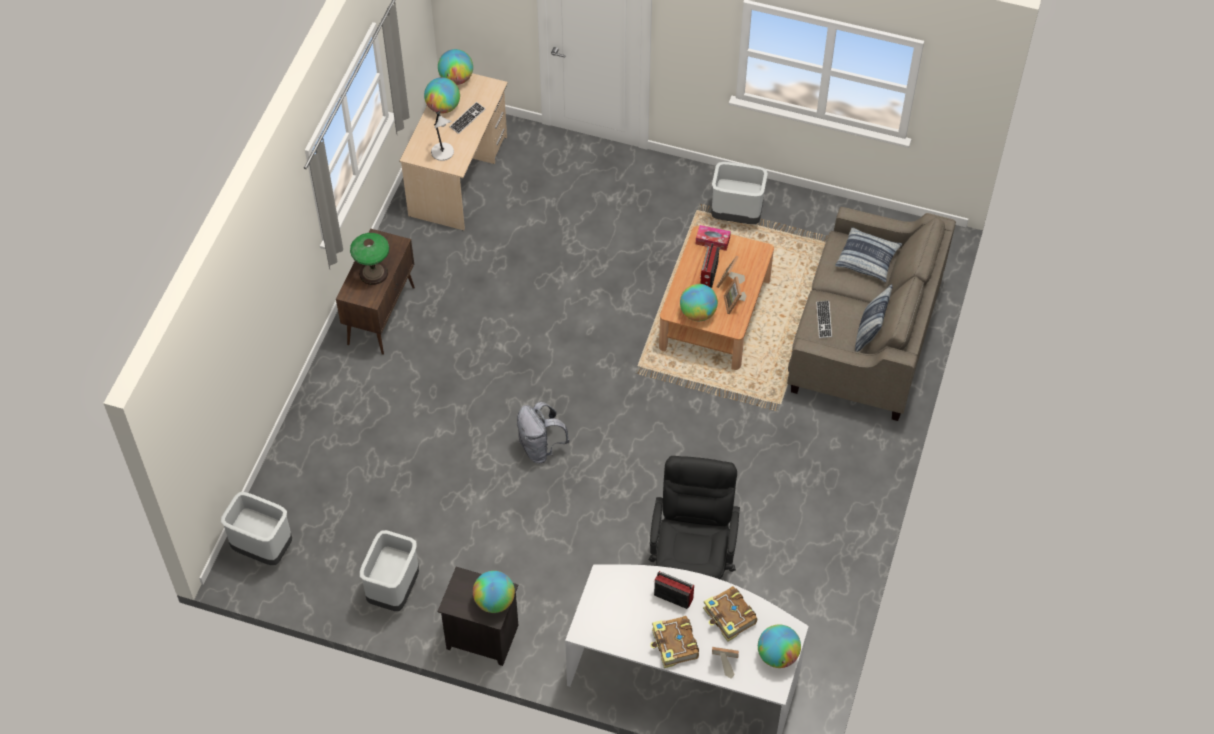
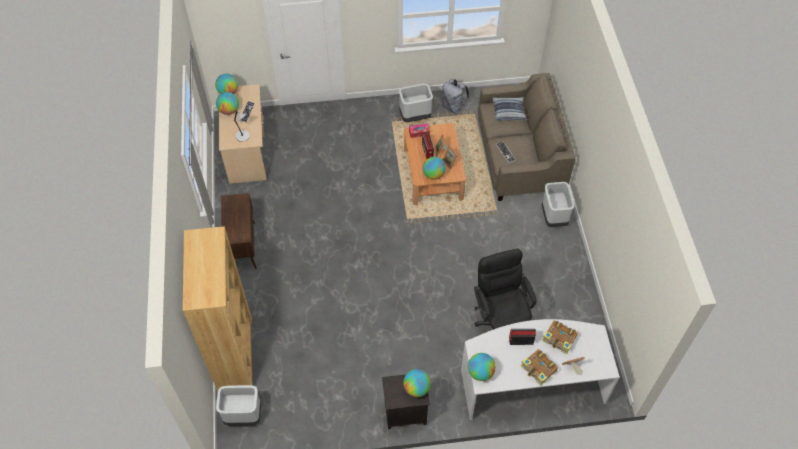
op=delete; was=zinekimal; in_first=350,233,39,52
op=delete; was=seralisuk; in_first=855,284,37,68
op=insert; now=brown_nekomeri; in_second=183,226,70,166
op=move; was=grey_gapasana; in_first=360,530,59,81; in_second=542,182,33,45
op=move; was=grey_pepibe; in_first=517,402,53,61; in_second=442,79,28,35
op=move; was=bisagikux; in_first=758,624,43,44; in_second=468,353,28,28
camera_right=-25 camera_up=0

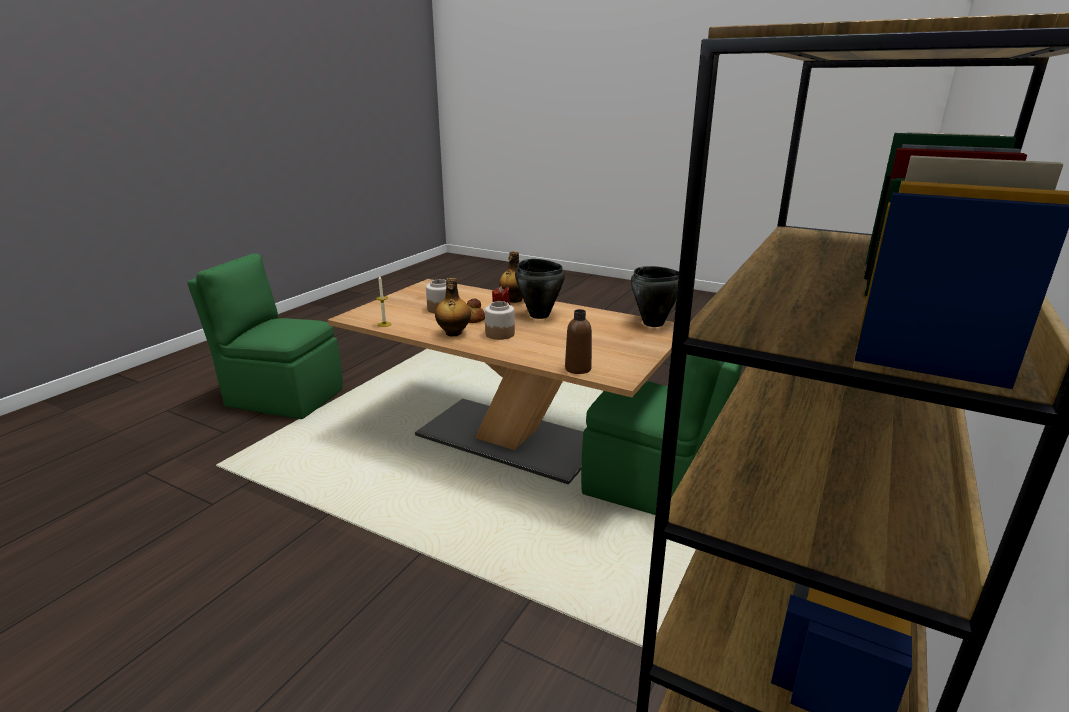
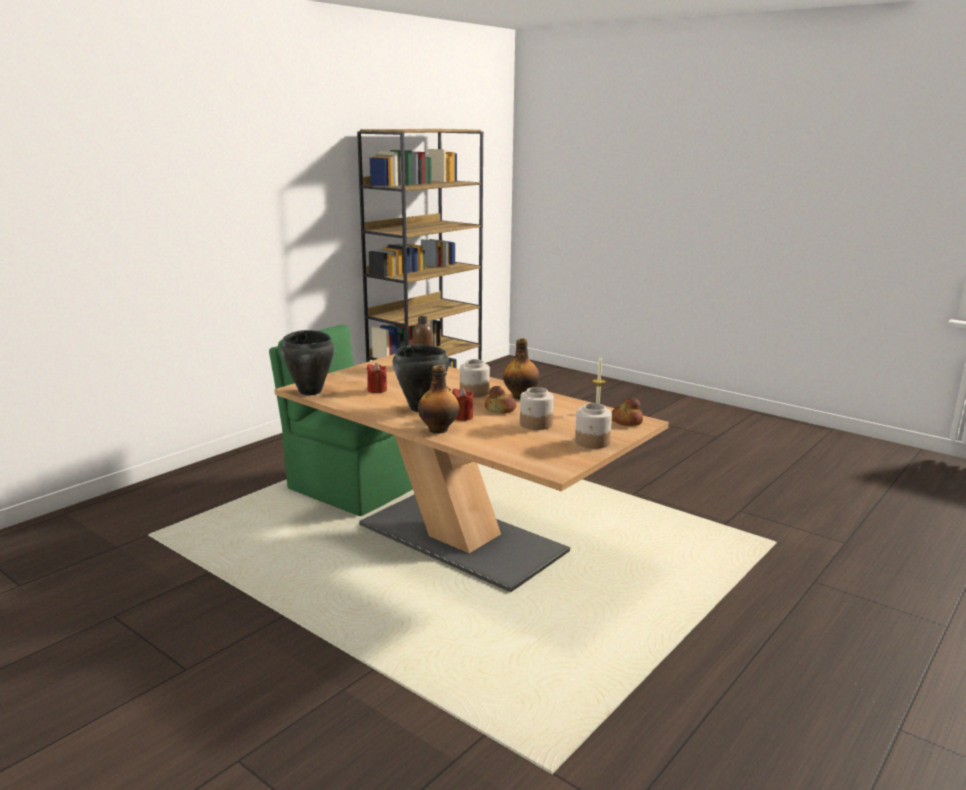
op=delete; was=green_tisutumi; in_first=187,253,156,166
op=insert; now=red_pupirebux; in_second=367,363,20,30
op=insert; now=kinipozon; in_second=575,403,37,46
op=insert; now=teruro; in_second=611,398,32,28
camera_right=-170 camera_up=-5

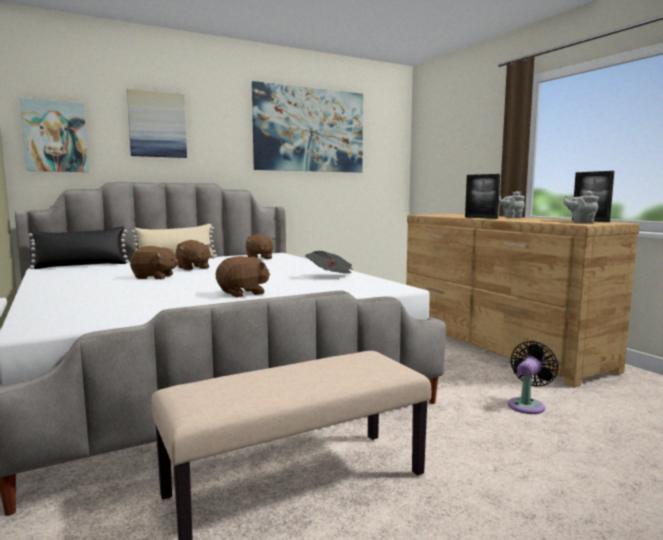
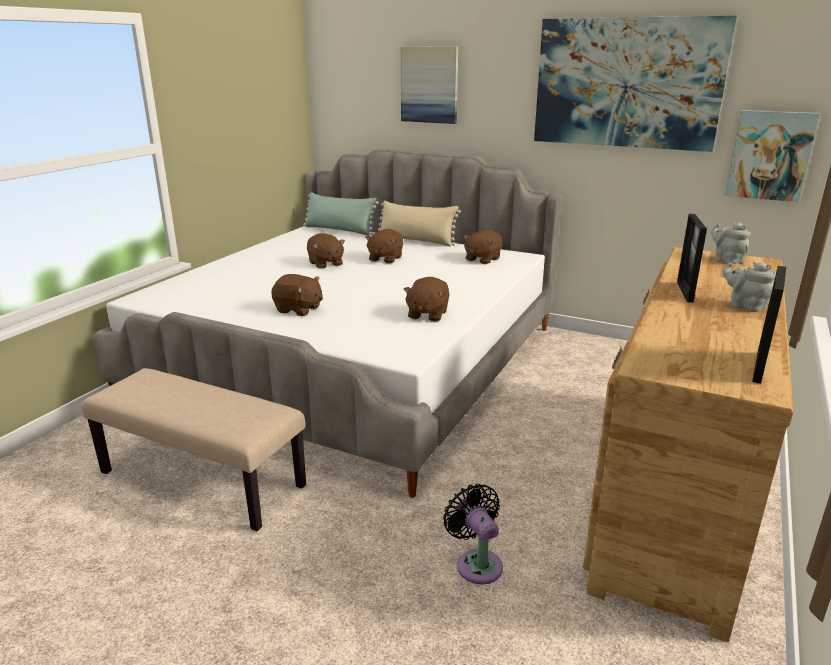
op=move; was=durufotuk; in_first=20,98,69,74; in_second=725,110,95,92
op=move; was=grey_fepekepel; in_first=563,190,36,33; in_second=711,223,40,41
op=replace; was=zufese; now=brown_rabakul; in_first=305,251,47,23; in_second=403,277,47,45
op=recolor; was=black_seralisuk; now=green_seralisuk; in_first=29,226,100,43; in_second=303,192,76,44
op=rotate; was=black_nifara; in_first=508,341,51,73; in_second=443,484,60,100; clockwise=-120
camera_right=55 camera_up=15

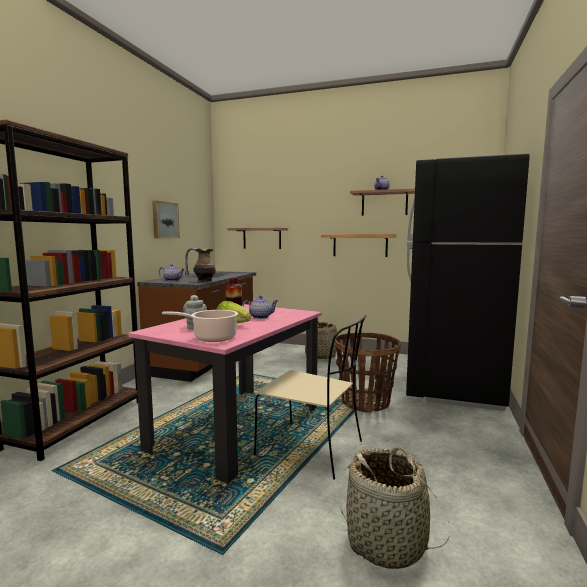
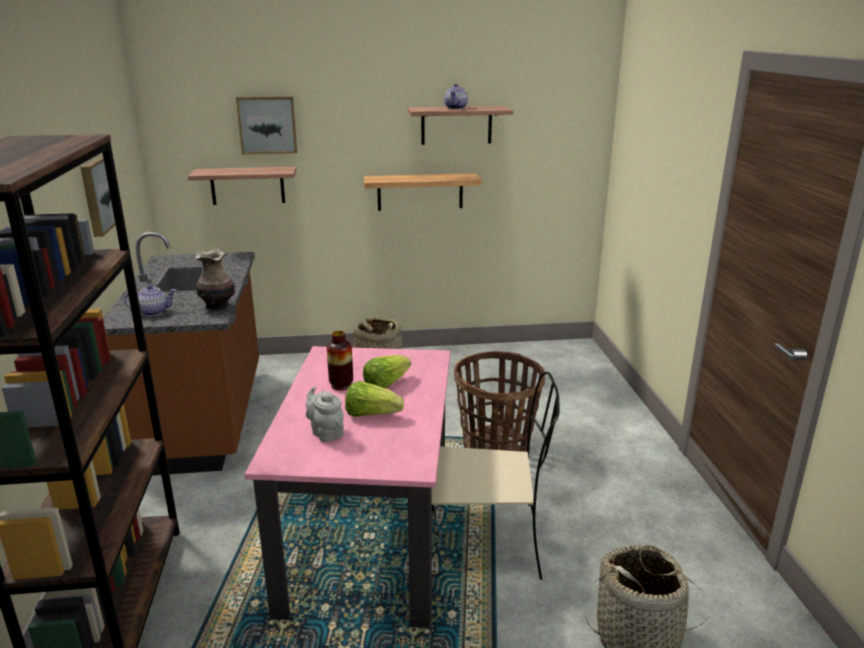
op=delete; was=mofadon; in_first=162,310,76,32
op=delete; was=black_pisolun; in_first=406,154,124,257
op=insert; now=durufotuk; in_second=236,96,61,58
op=replace; was=fepekepel; now=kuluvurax; in_first=242,295,37,24; in_second=363,355,48,33
camera_right=-25 camera_up=15

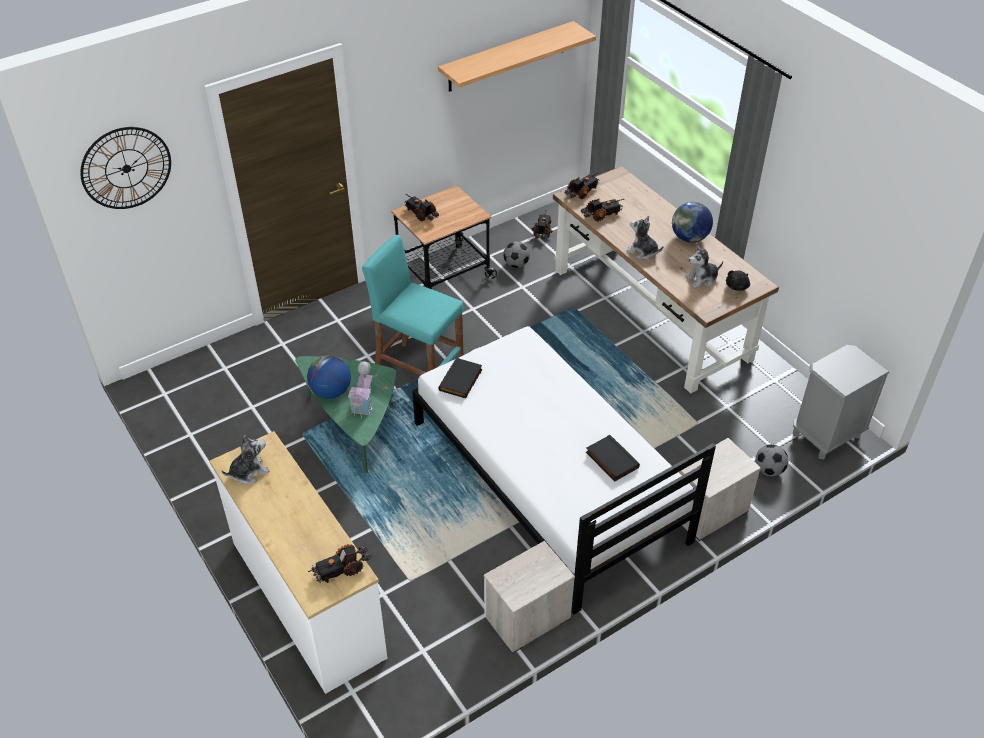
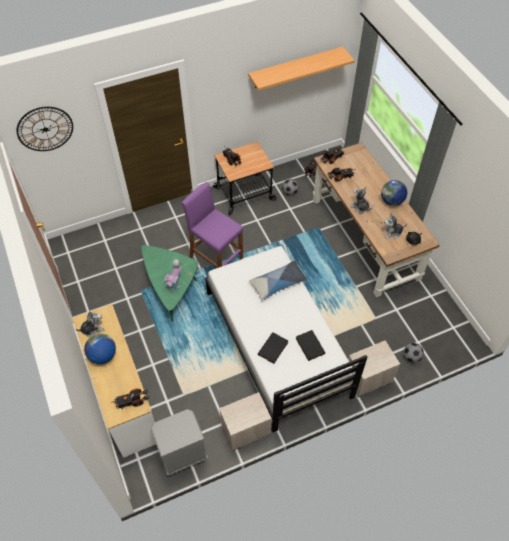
op=insert; now=seralisuk; in_second=249,260,59,41
op=move; was=bisagikux; in_first=307,355,44,44; in_second=84,333,32,31
op=move; was=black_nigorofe; in_first=438,358,44,40; in_second=258,332,30,32
op=move; was=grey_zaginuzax; in_first=793,345,96,114; in_second=151,409,57,67
op=recolor; was=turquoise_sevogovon; now=purple_sevogovon; in_first=362,235,102,141; in_second=182,182,61,86
camera_right=10 camera_up=10

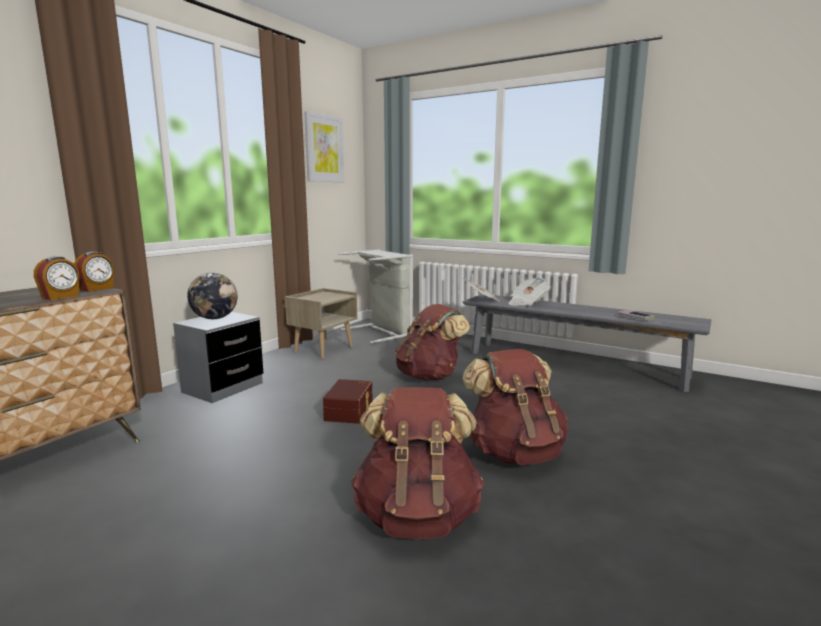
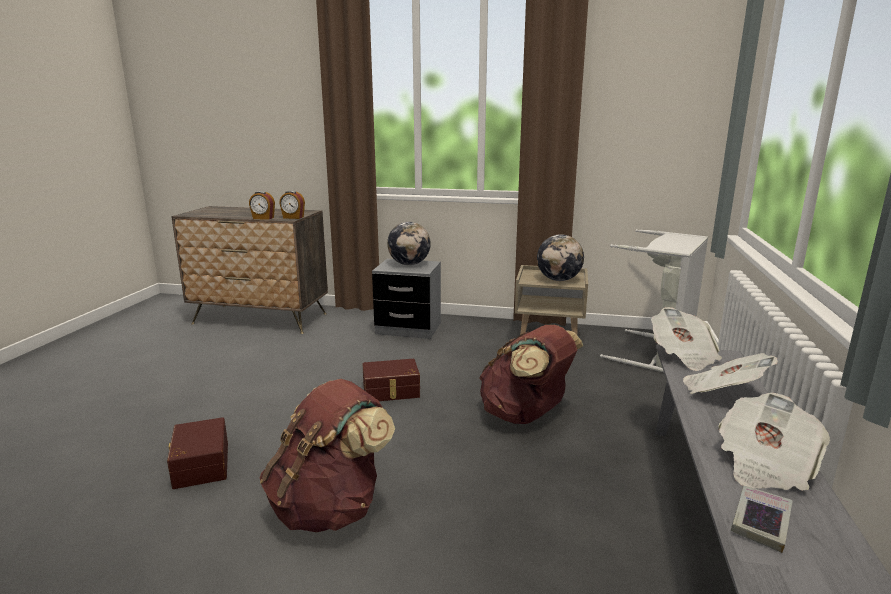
op=delete; was=durufotuk; in_first=304,111,40,71
op=insert; now=bisagikux; in_second=537,234,47,47
op=insert; now=zufese; in_second=718,393,112,98
op=replace; was=brown_pepibe; now=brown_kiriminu; in_first=351,387,133,152; in_second=167,417,61,72
camera_right=70 camera_up=5

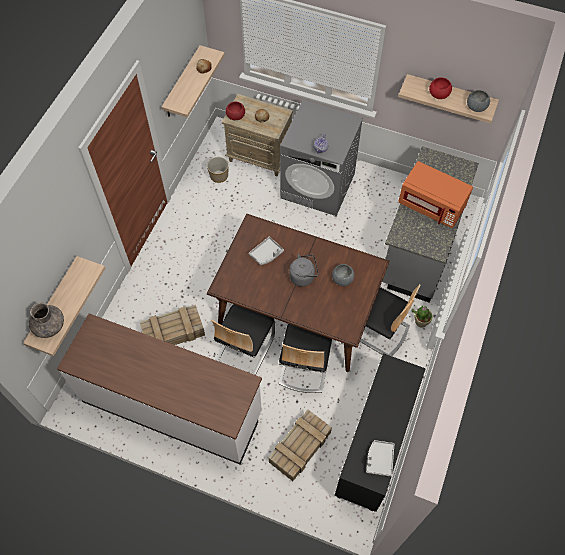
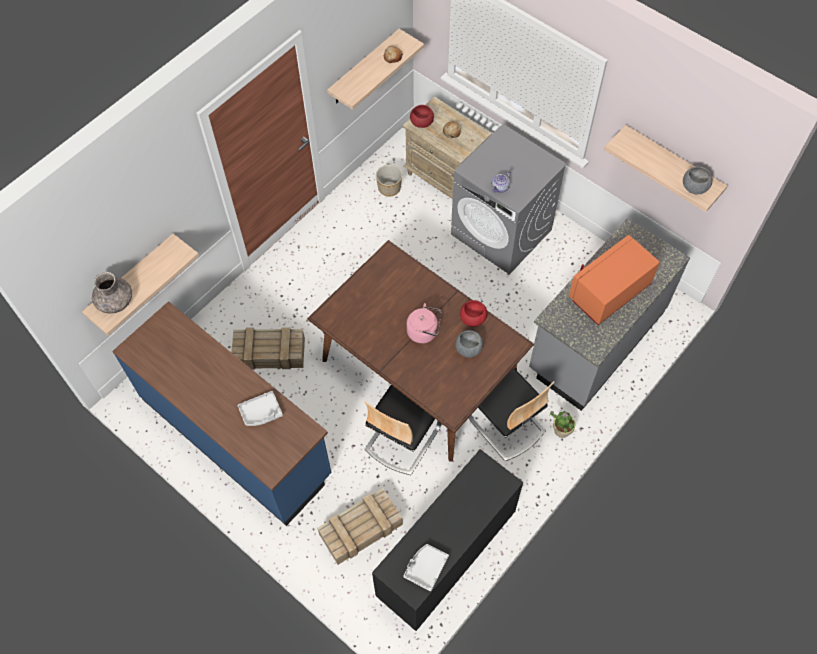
op=delete; was=tisutumi; in_first=211,304,64,71
op=move; was=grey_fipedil; in_first=249,237,35,28; in_second=238,391,45,35
op=move; was=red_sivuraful; in_first=429,77,23,22; in_second=460,300,28,27
op=recolor; was=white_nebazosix; now=blue_nebazosix; in_first=57,313,205,152; in_second=112,301,220,225
op=recolor; was=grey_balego; now=pink_balego; in_first=289,254,30,32; in_second=406,303,35,40
op=rotate; was=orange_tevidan; in_first=398,161,75,67; in_second=569,235,91,90; clockwise=90
camera_right=20 camera_up=0

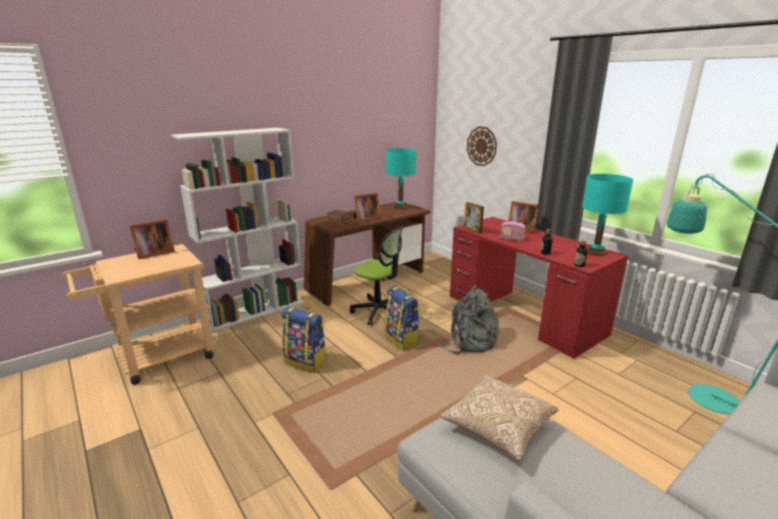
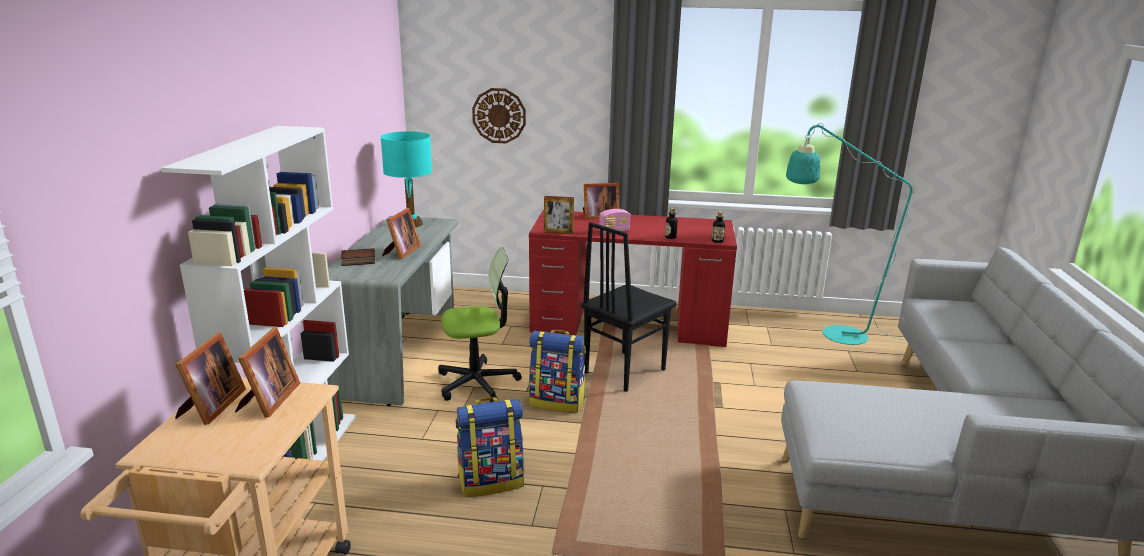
op=delete; was=seralisuk; in_first=439,375,120,86
op=delete; was=turquoise_zinekimal; in_first=582,174,51,82
op=insert; now=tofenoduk; in_second=235,327,65,91
op=replace; was=grey_pepibe; now=black_tisutumi; in_first=437,285,62,69; in_second=581,222,96,170
op=recolor; was=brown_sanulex; now=grey_sanulex; in_first=304,202,126,104; in_second=327,216,131,190
camera_right=-45 camera_up=0

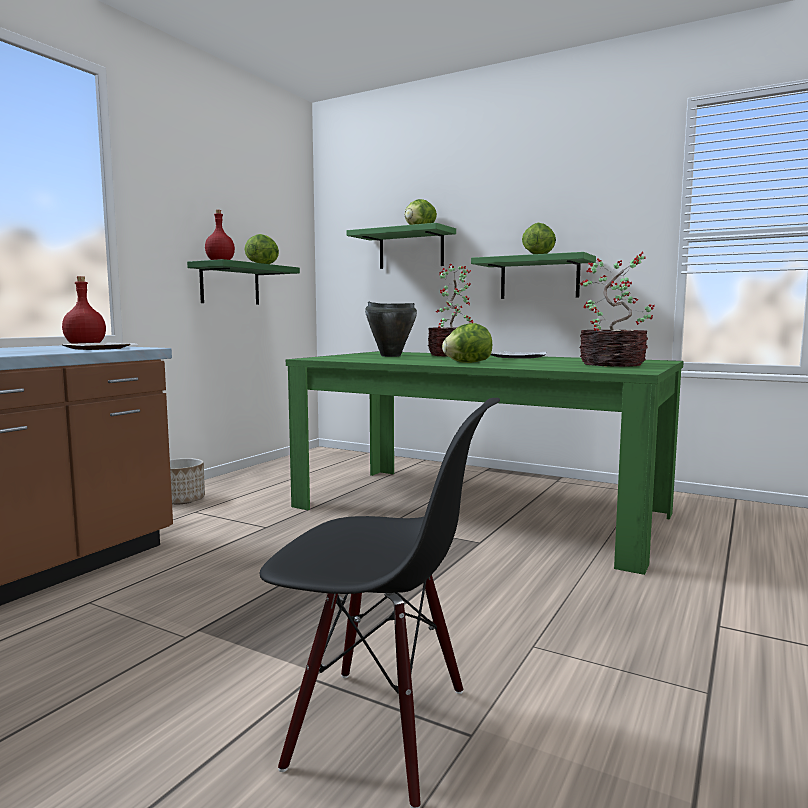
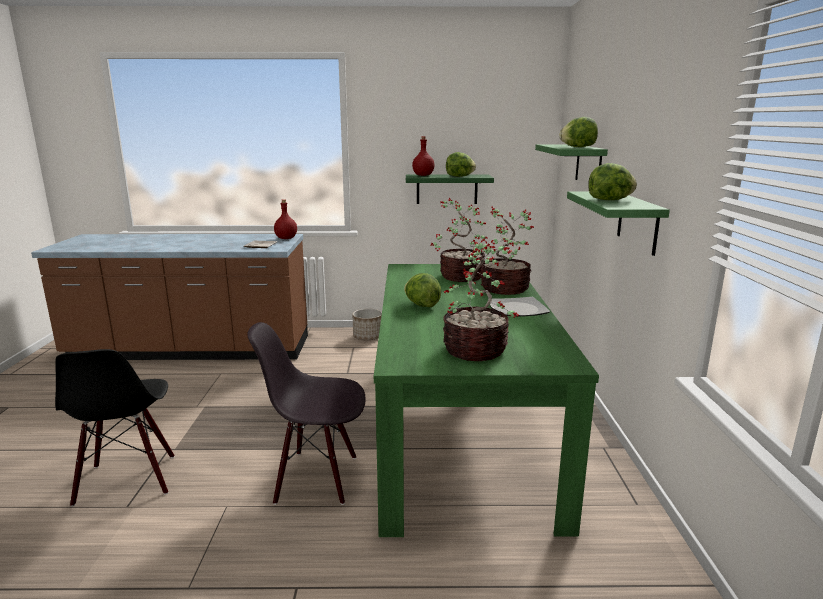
op=insert; now=black_tisutumi; in_second=247,322,118,183
op=replace; was=black_mofadon; now=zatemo; in_first=365,301,52,56; in_second=430,198,58,84
camera_right=60 camera_up=10

